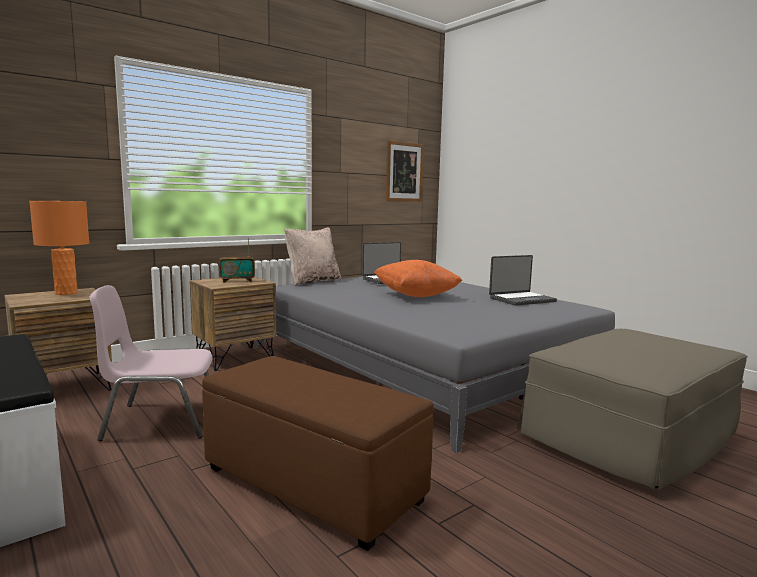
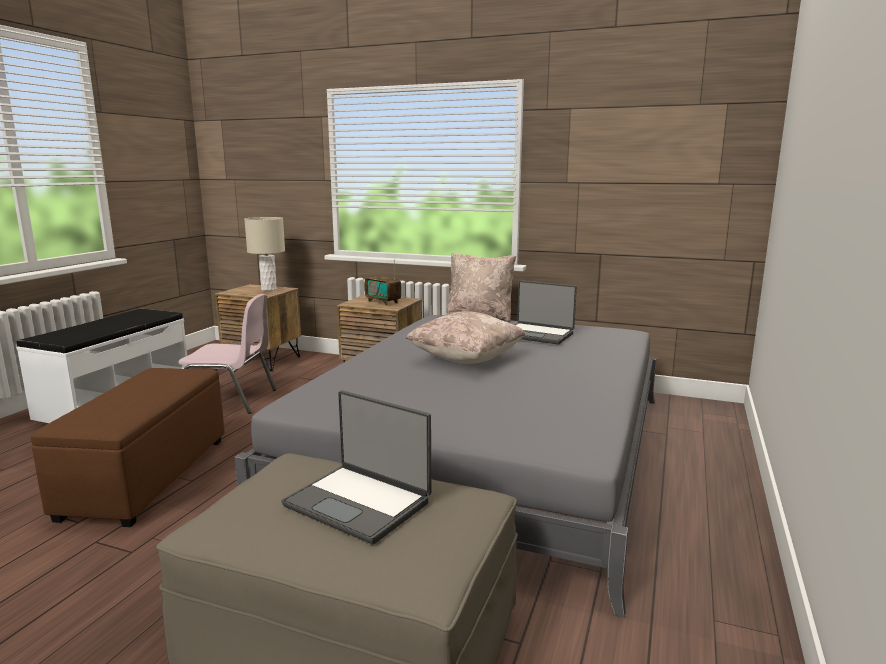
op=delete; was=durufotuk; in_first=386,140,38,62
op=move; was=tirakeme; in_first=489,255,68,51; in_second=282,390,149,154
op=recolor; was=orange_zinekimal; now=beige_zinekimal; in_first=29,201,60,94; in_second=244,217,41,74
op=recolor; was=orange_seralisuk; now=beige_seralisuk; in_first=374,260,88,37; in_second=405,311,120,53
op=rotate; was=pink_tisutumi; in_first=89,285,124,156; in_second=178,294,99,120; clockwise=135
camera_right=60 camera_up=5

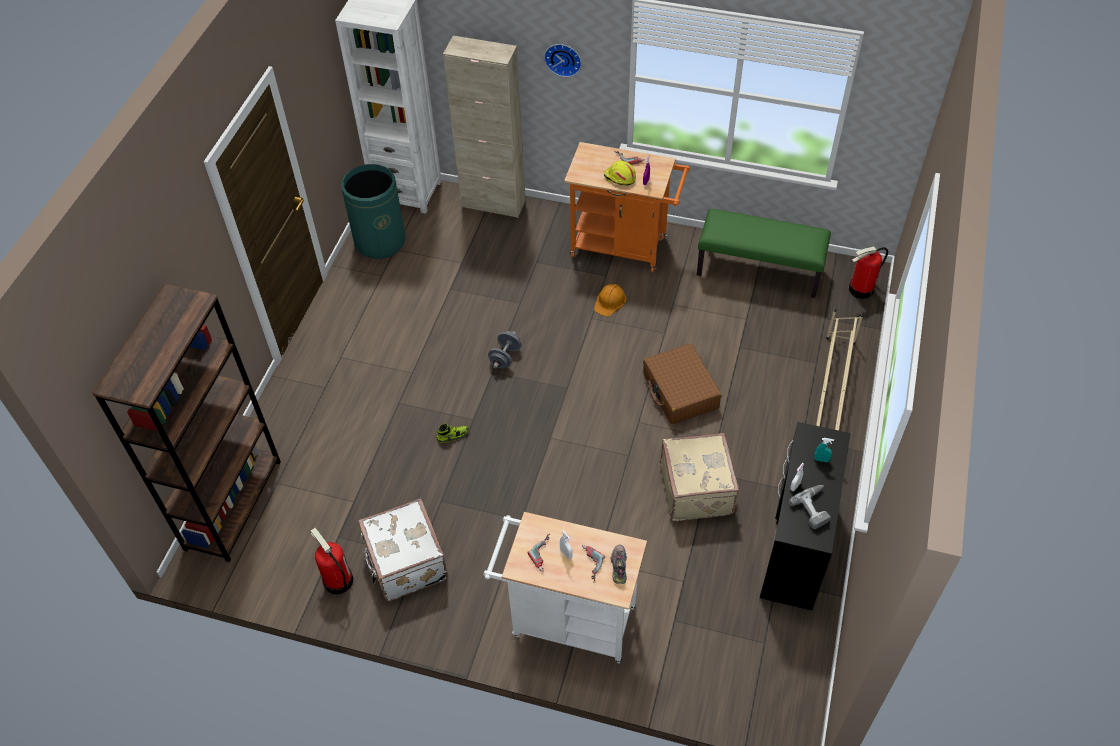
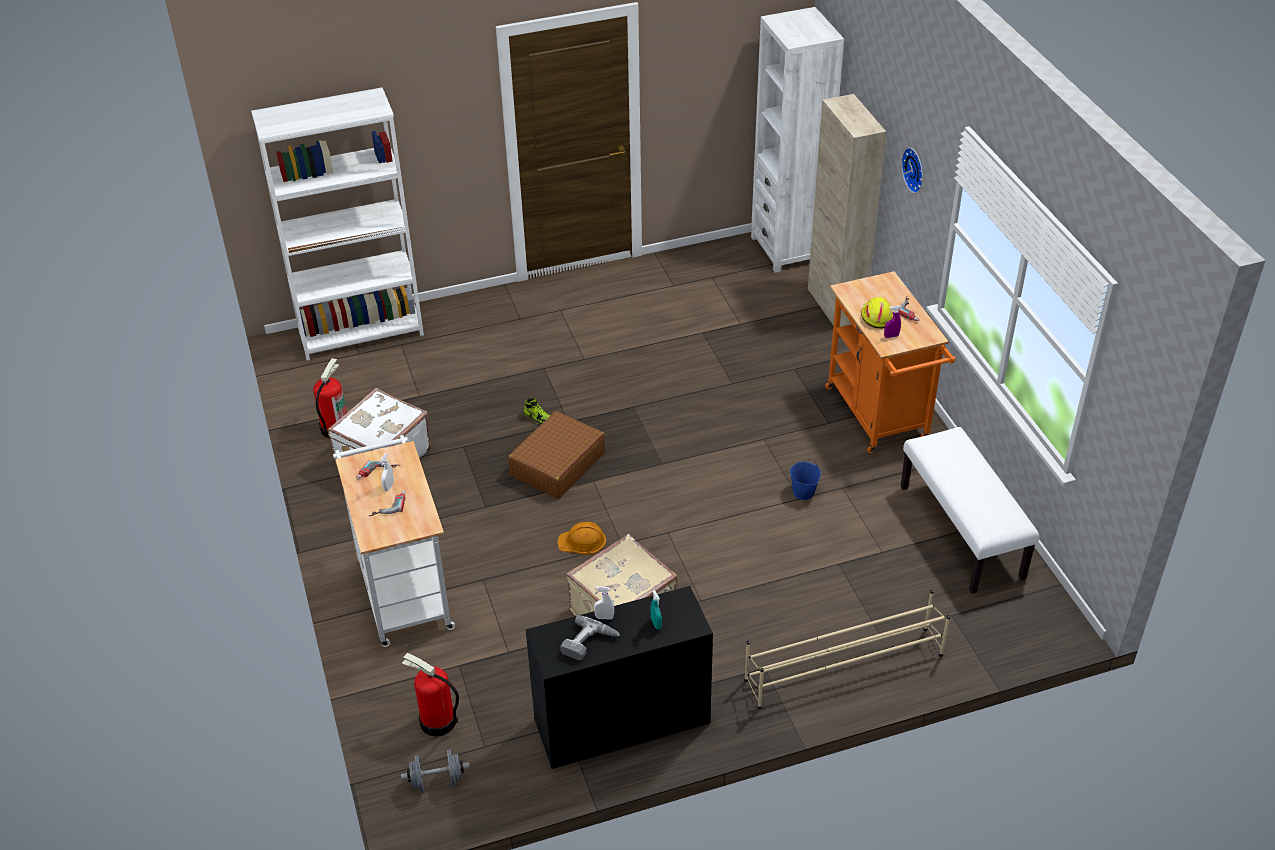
op=delete; was=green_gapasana; in_first=341,164,64,95
op=delete; was=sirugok; in_first=611,544,16,40
op=insert; now=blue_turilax; in_second=790,459,31,41
op=move; was=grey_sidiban; in_first=488,331,33,37; in_second=401,749,69,44
op=move; was=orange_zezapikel; in_first=594,284,32,32; in_second=557,522,49,33
op=move; was=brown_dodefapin; in_first=643,344,78,80; in_second=508,411,97,88
op=move; was=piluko; in_first=849,247,39,52; in_second=402,653,57,83
op=recolor; was=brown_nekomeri; now=white_nekomeri; in_first=92,284,189,278; in_second=251,87,173,274
op=recolor; was=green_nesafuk; now=white_nesafuk; in_first=697,209,134,89; in_second=901,427,138,167
camera_right=55 camera_up=-10

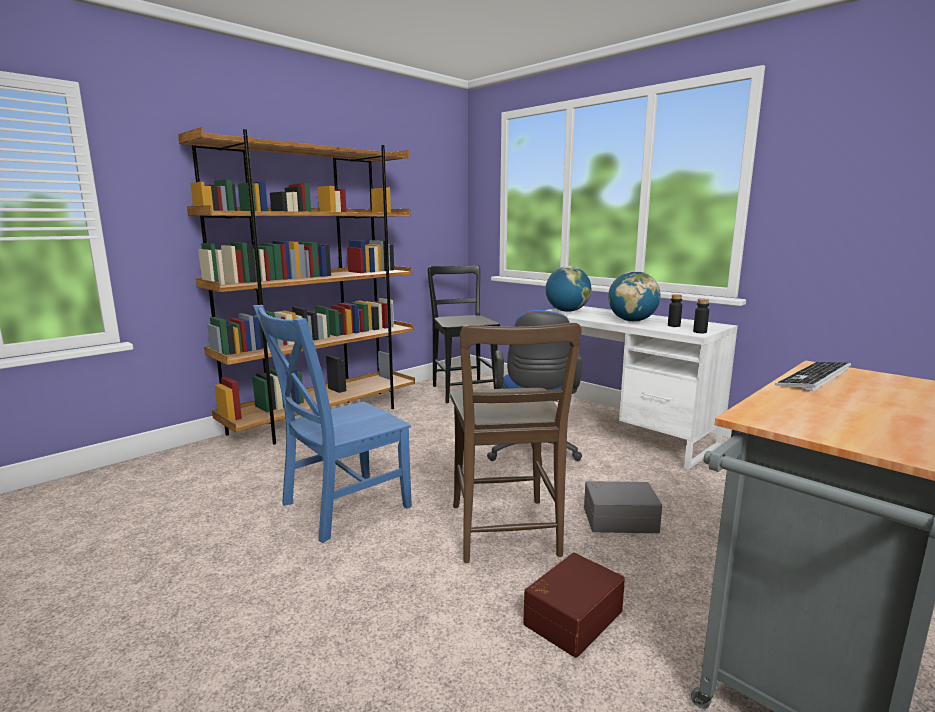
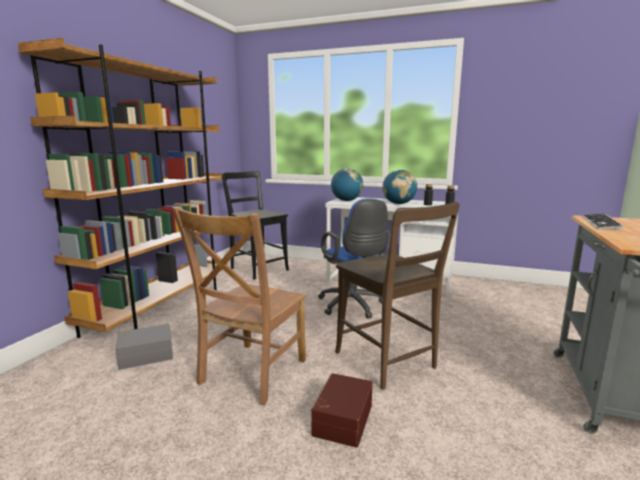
op=move; was=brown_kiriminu; in_first=524,552,101,106; in_second=311,373,61,75
op=move; was=grey_kiriminu; in_first=584,481,78,52; in_second=116,324,57,46
op=recolor; was=blue_tisutumi; now=brown_tisutumi; in_first=253,305,159,238; in_second=172,207,134,199
camera_right=-25 camera_up=0

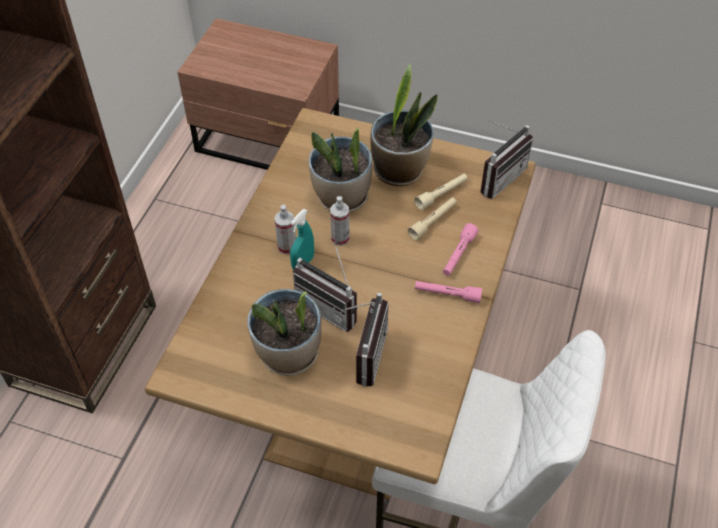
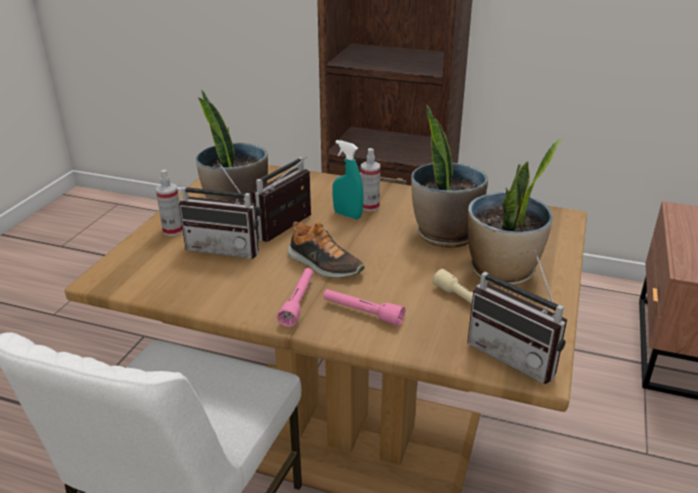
op=delete; was=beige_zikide; in_first=407,197,50,43
op=insert; now=sirugok; in_second=287,221,78,57
op=move; was=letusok; in_first=330,196,20,50; in_second=155,169,28,67
camera_right=90 camera_up=-20

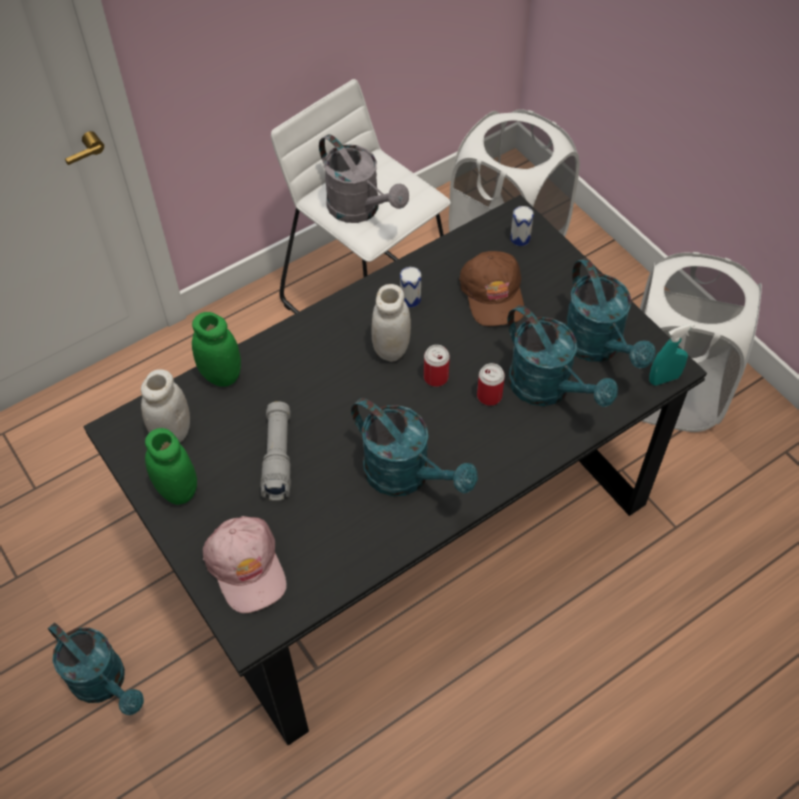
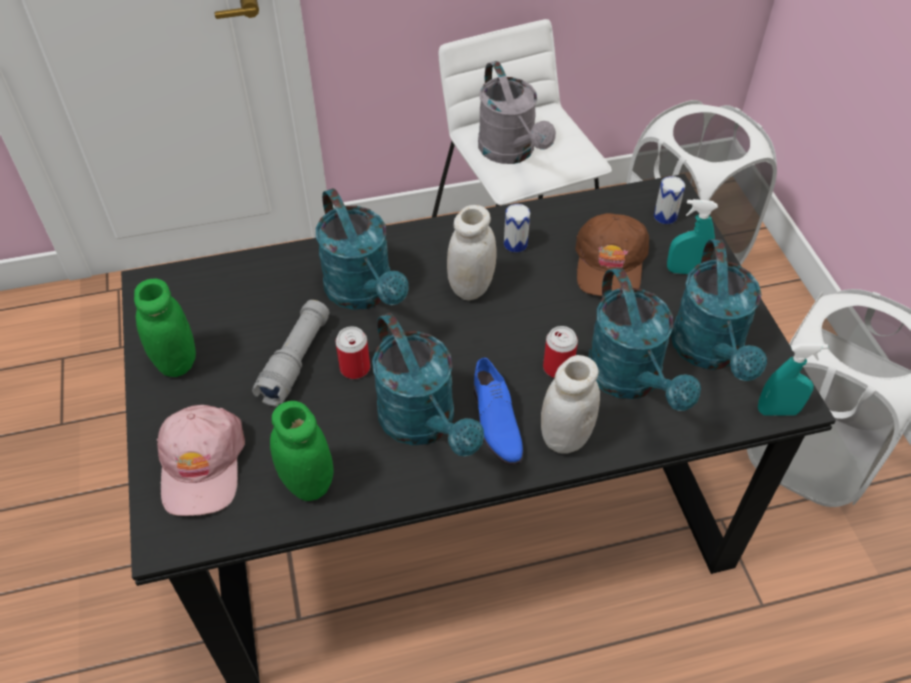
op=insert; now=blue_sirugok; in_second=474,357,49,108
op=insert; now=turquoise_letusok; in_second=667,199,51,75
op=move; was=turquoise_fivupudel; in_first=48,622,96,93; in_second=316,188,93,122
op=move; was=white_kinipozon; in_first=141,369,49,73; in_second=541,355,59,99
op=move; was=green_kinipozon; in_first=192,312,49,74; in_second=270,401,64,100
op=move; was=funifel; in_first=424,345,26,42; in_second=335,326,35,53
camera_right=20 camera_up=-5

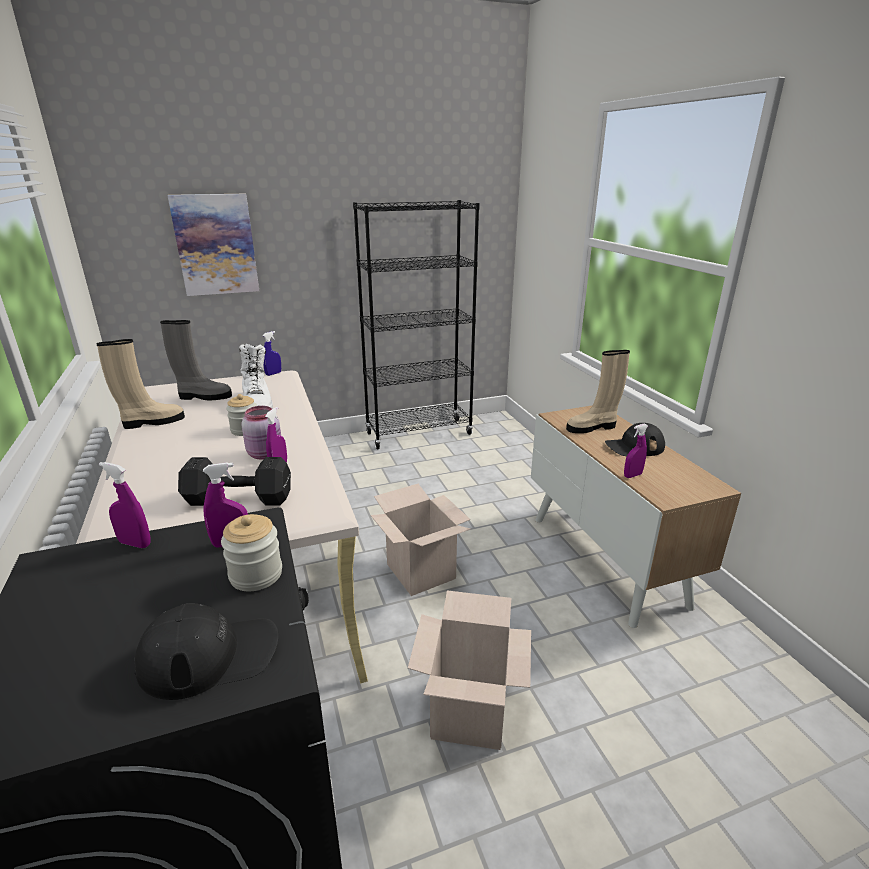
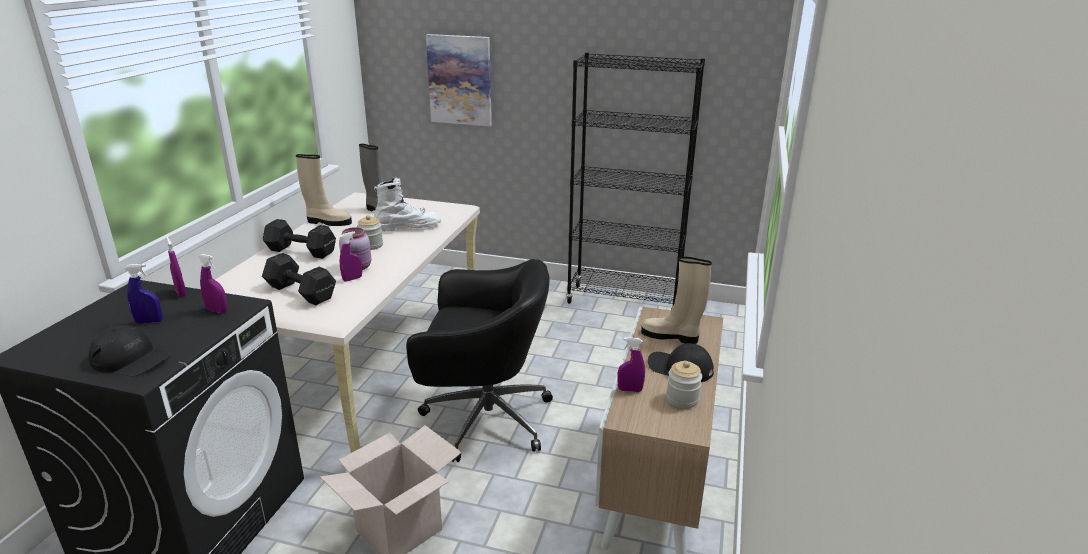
op=insert; now=black_sidiban; in_second=263,219,73,40
op=move; was=kinipozon; in_first=221,514,61,77; in_second=666,361,36,47
op=move; was=blue_letusok; in_first=262,331,19,45; in_second=124,264,39,60
op=replace; was=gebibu; now=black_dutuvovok; in_first=371,484,99,112; in_second=406,259,147,203
op=rotate; was=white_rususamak; in_first=239,344,34,65; in_second=374,177,67,55; clockwise=-120
camera_right=35 camera_up=0

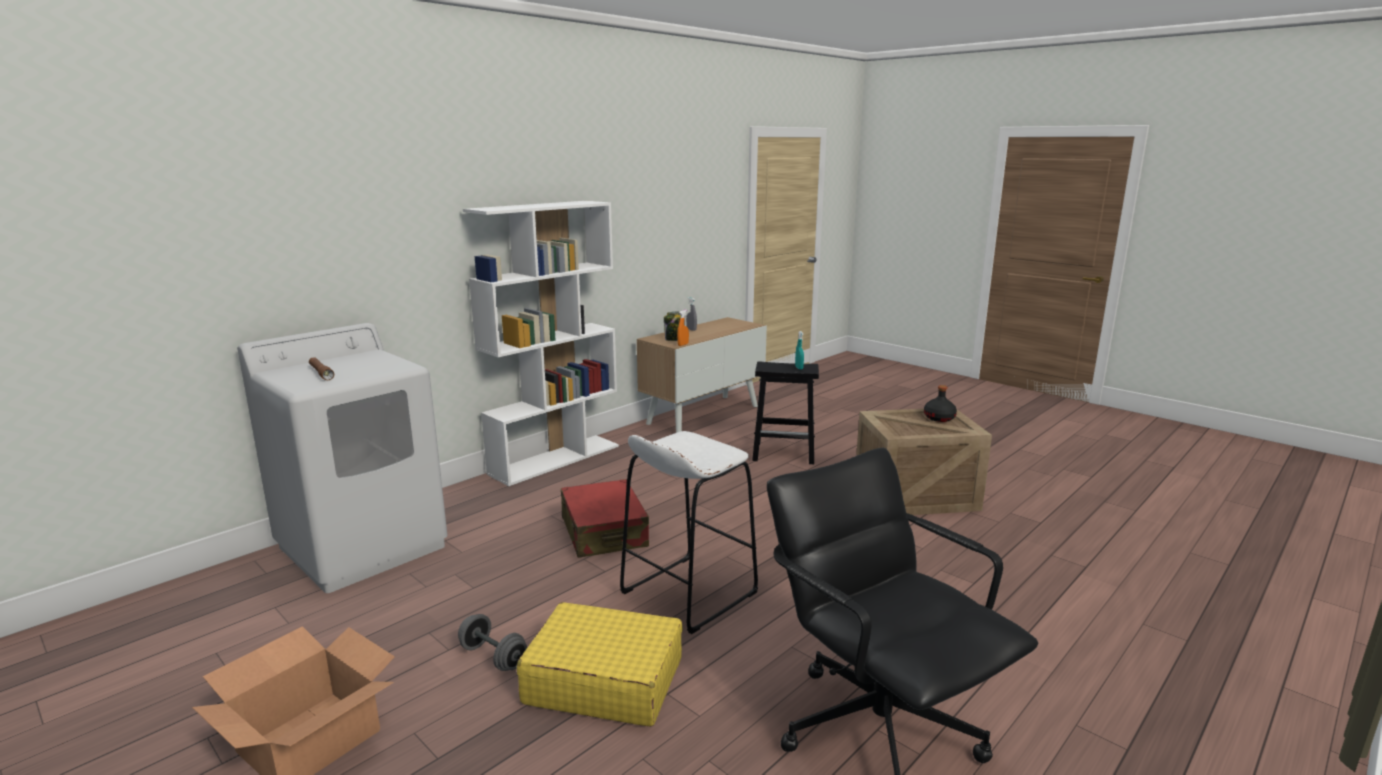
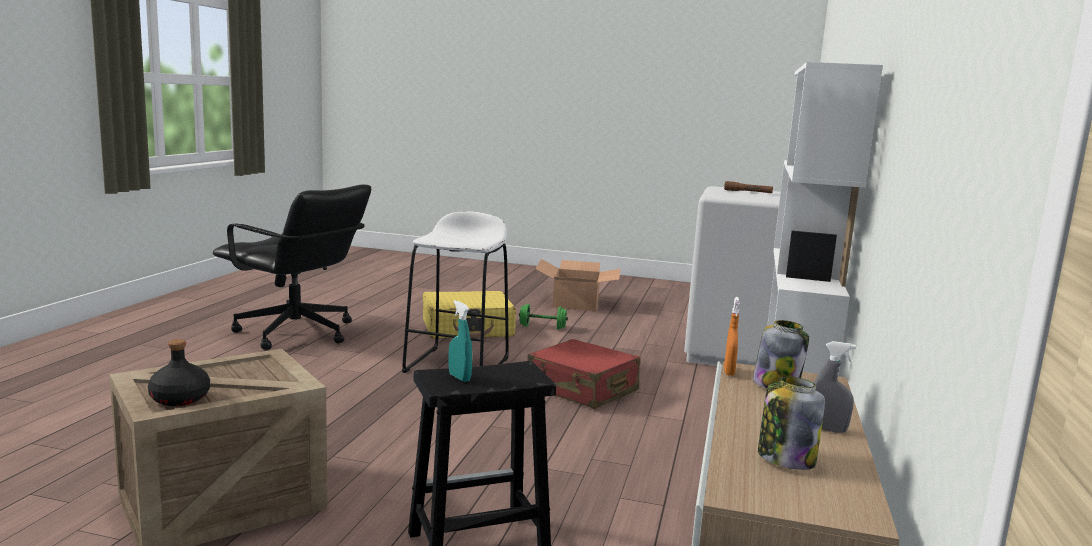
op=insert; now=kinipozon; in_second=758,376,67,94
op=recolor; was=grey_sidiban; now=green_sidiban; in_first=458,614,69,57; in_second=519,304,49,26
camera_right=150 camera_up=-5

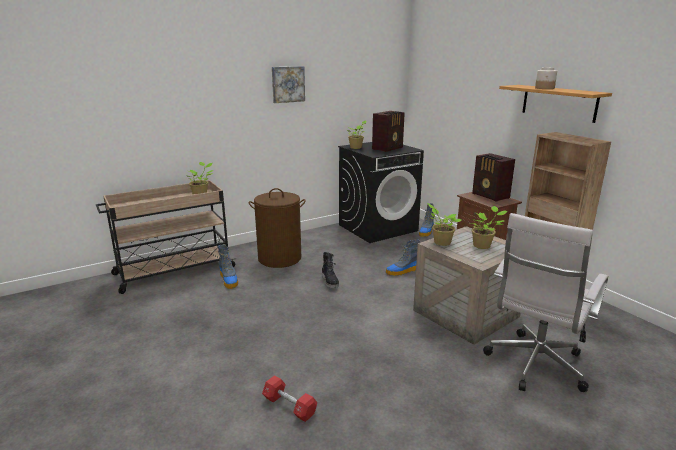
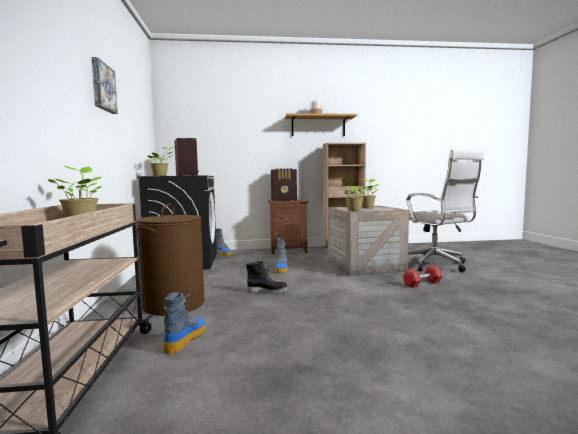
op=move; was=red_sidiban; in_first=262,375,55,47; in_second=403,266,40,22
op=rotate; was=rususamak; in_first=217,245,21,44; in_second=164,292,42,62; clockwise=-75
camera_right=-65 camera_up=-15

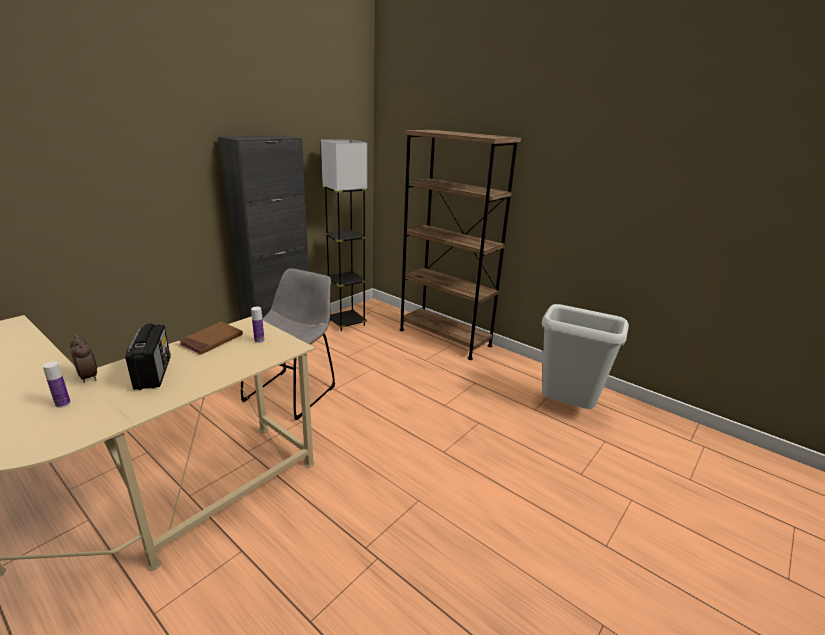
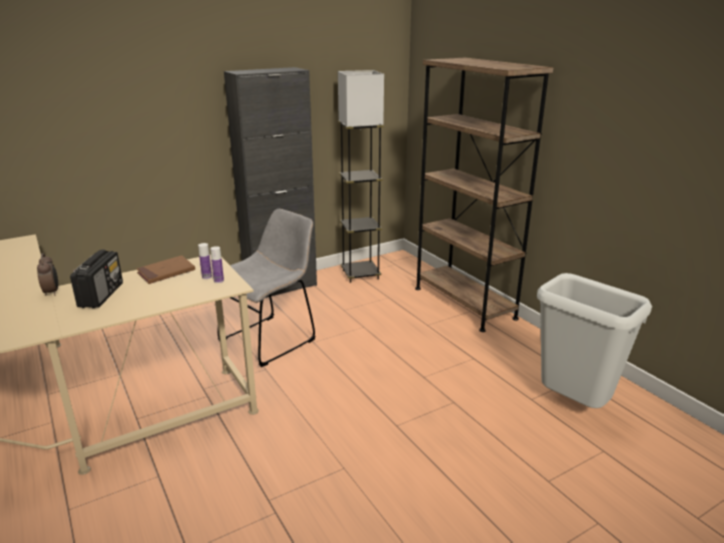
op=move; was=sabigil; in_first=43,361,28,47; in_second=210,246,14,37
camera_right=20 camera_up=0

